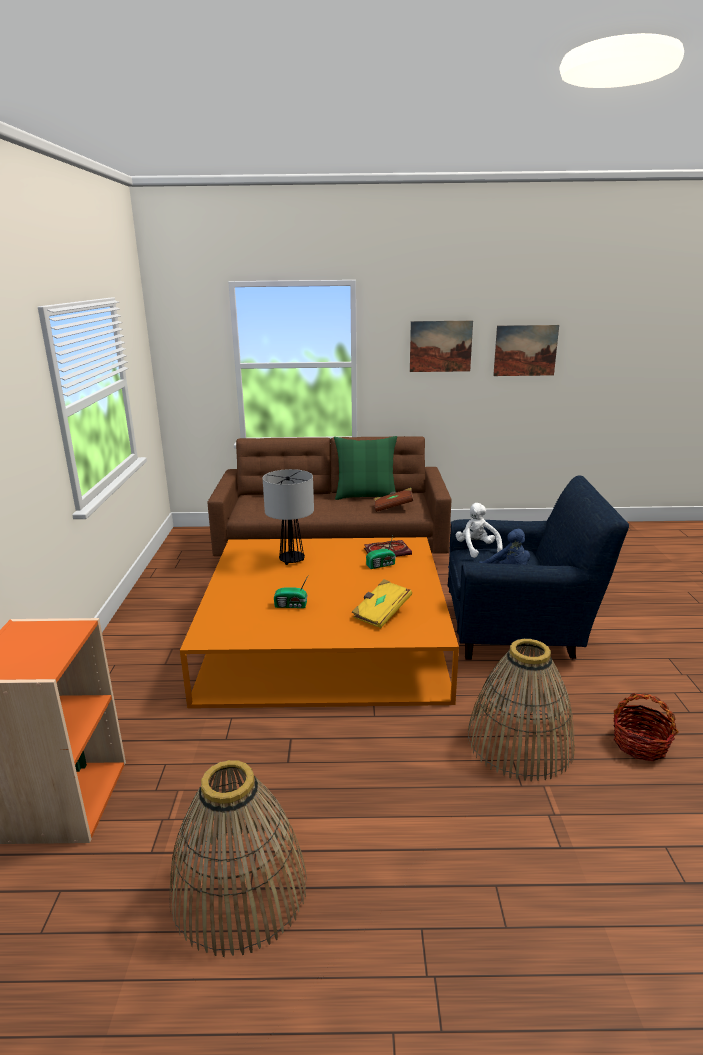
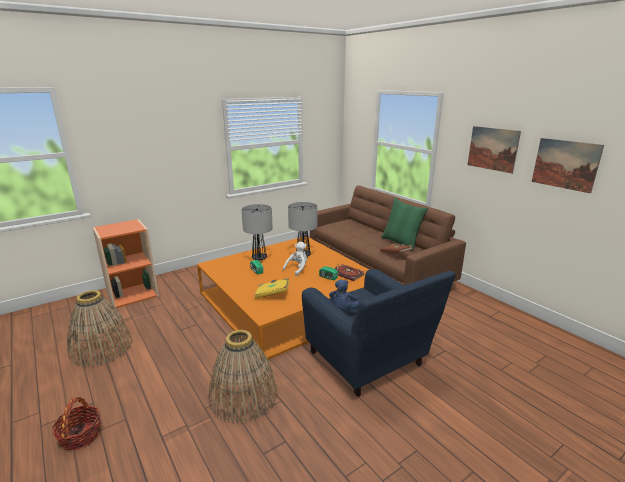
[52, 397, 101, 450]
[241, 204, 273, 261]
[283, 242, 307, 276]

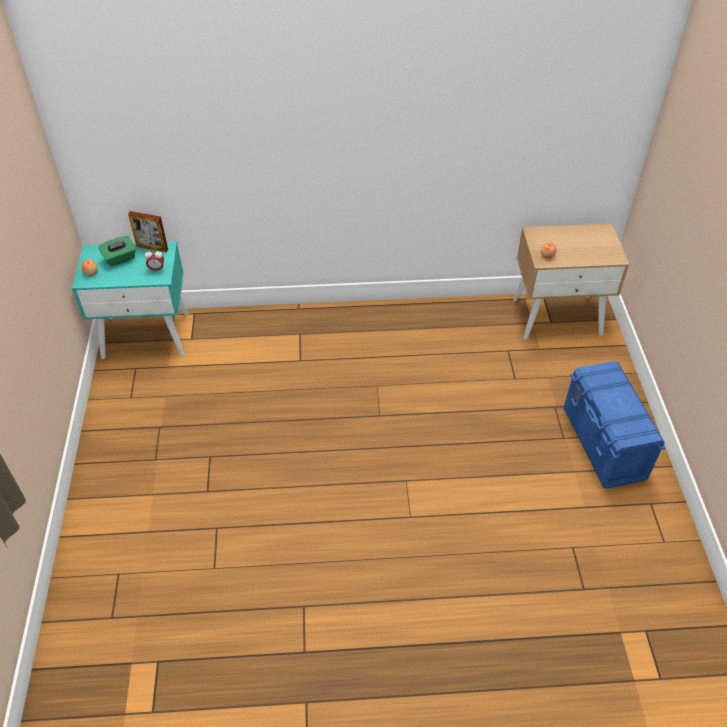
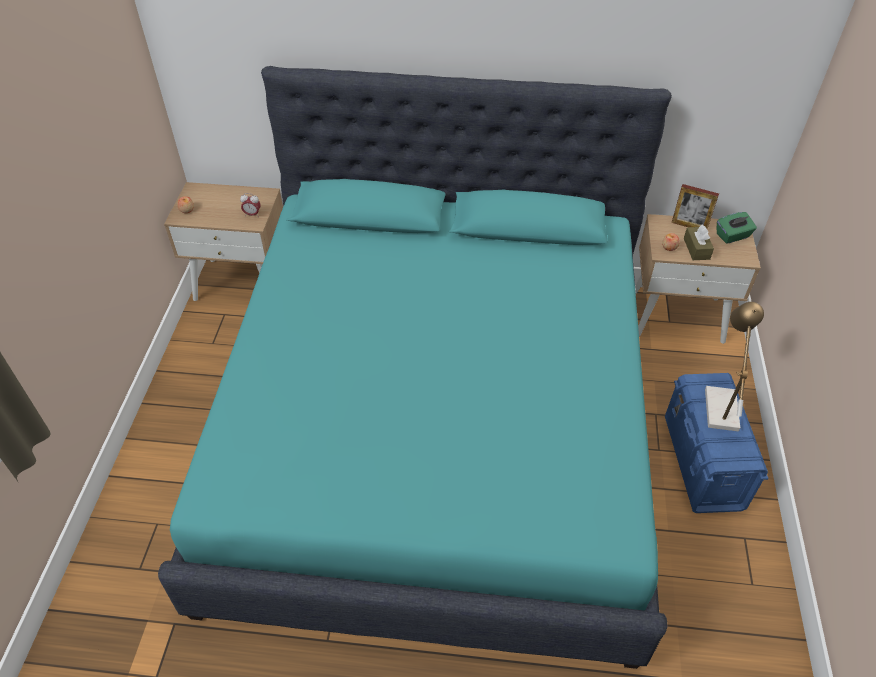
[158, 66, 672, 669]
[164, 182, 283, 301]
[672, 184, 719, 229]
[684, 225, 714, 260]
[705, 302, 764, 432]
[717, 212, 757, 244]

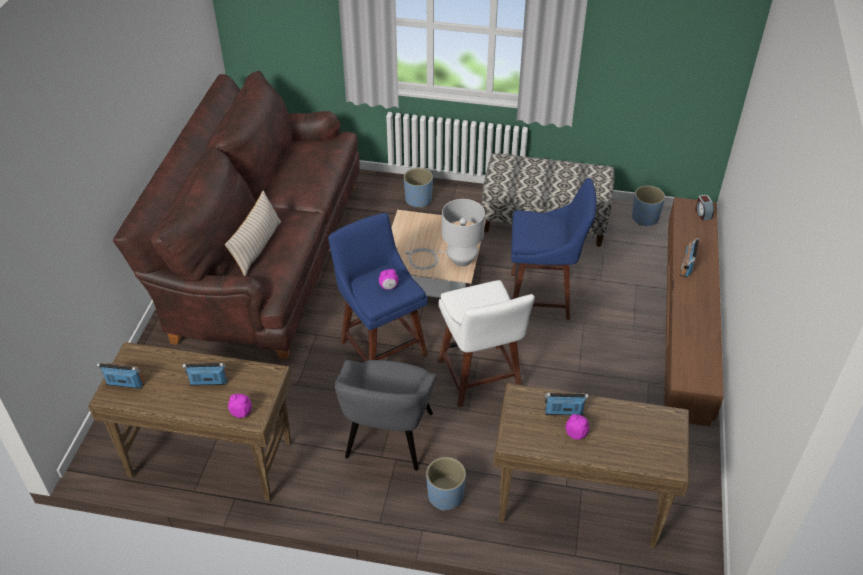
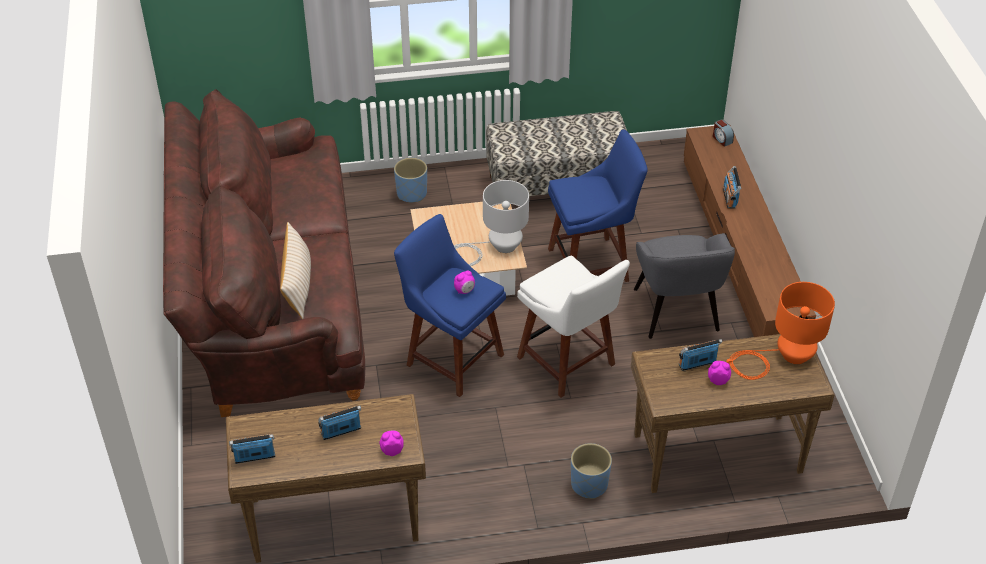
[634, 233, 735, 339]
[726, 282, 835, 380]
[632, 186, 665, 226] (first image)

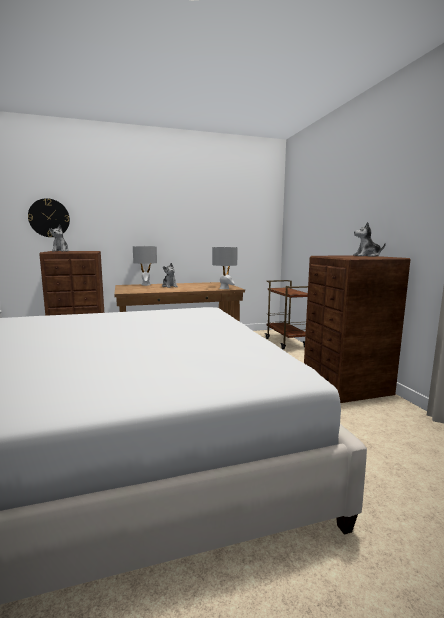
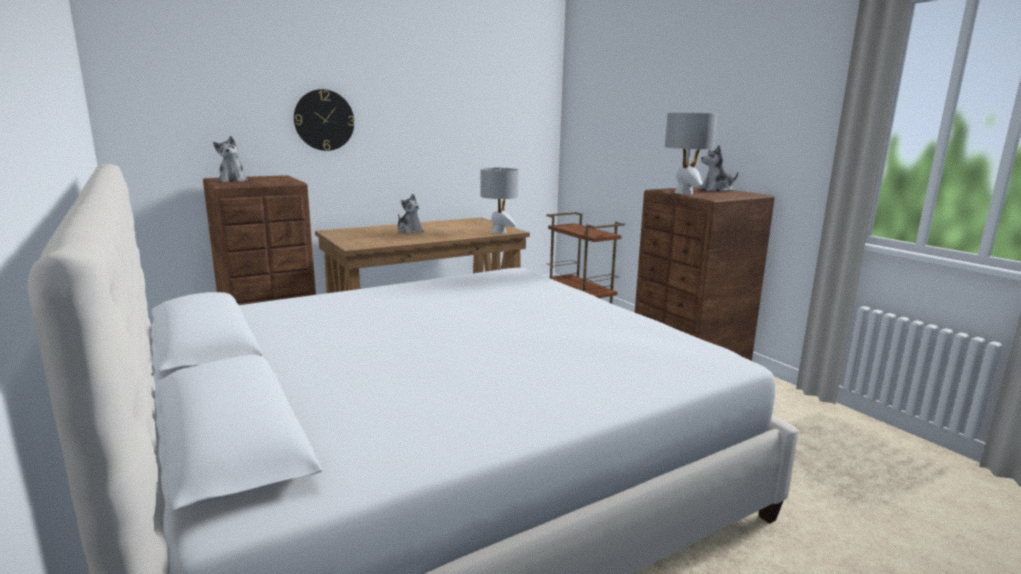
[294, 89, 354, 151]
[665, 112, 717, 194]

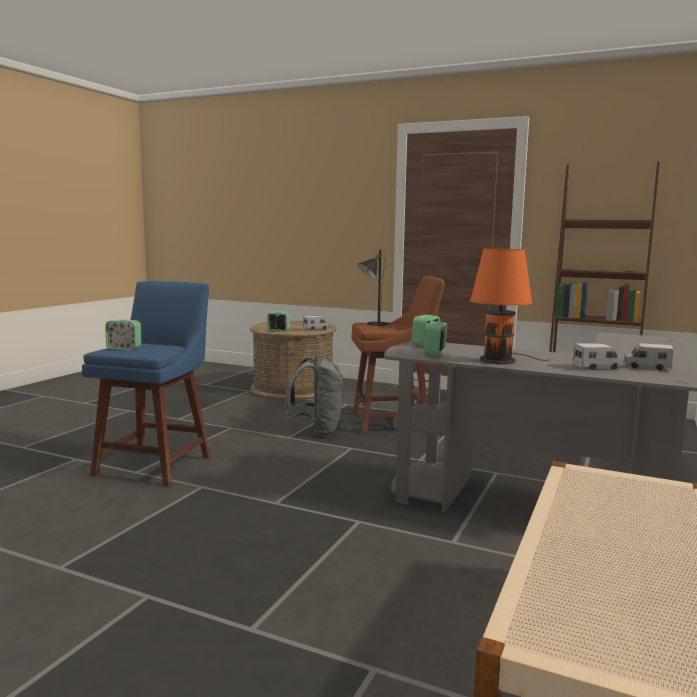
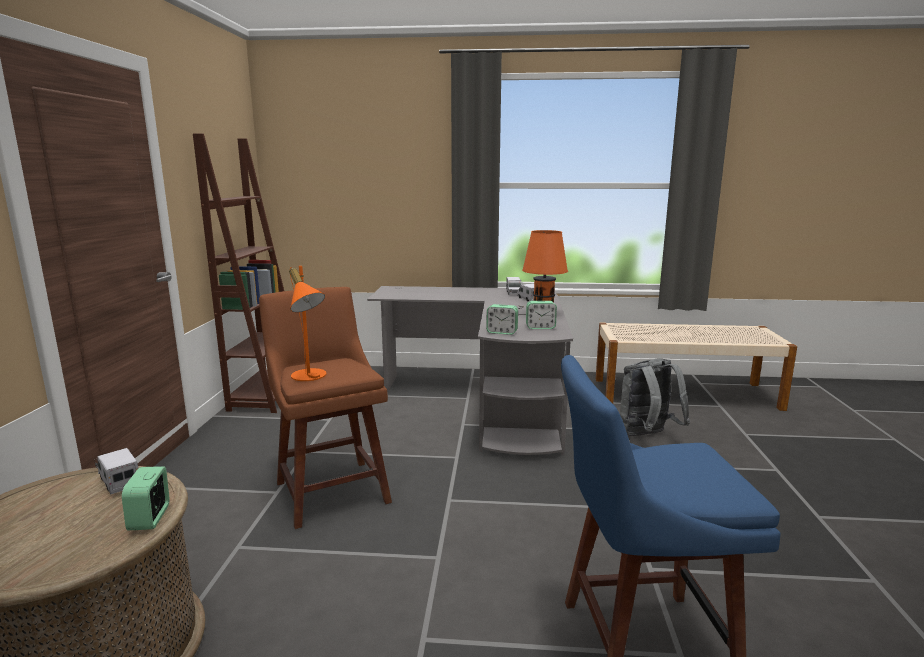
[289, 266, 326, 381]
[620, 358, 690, 436]
[105, 320, 141, 350] (first image)

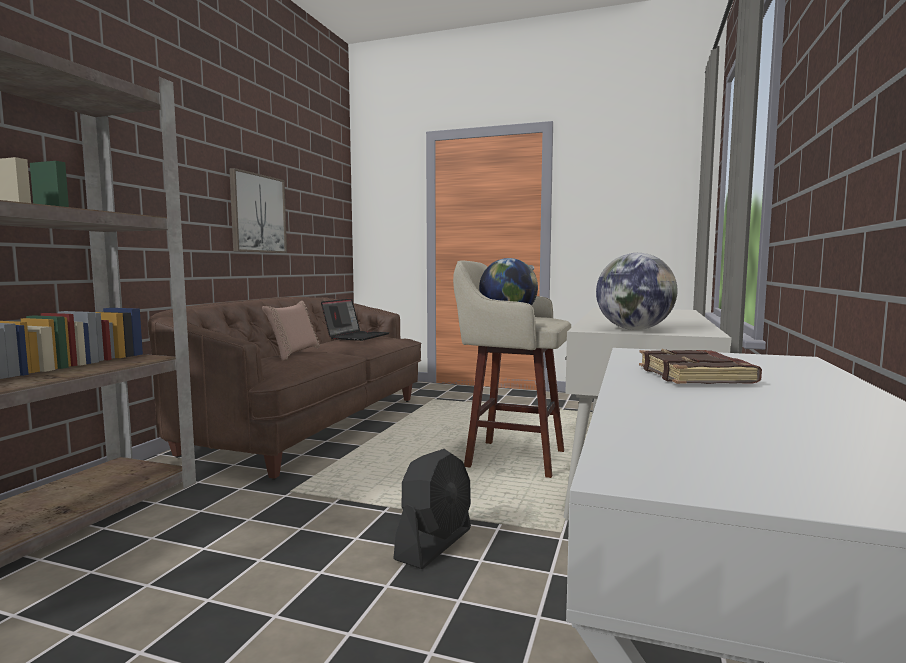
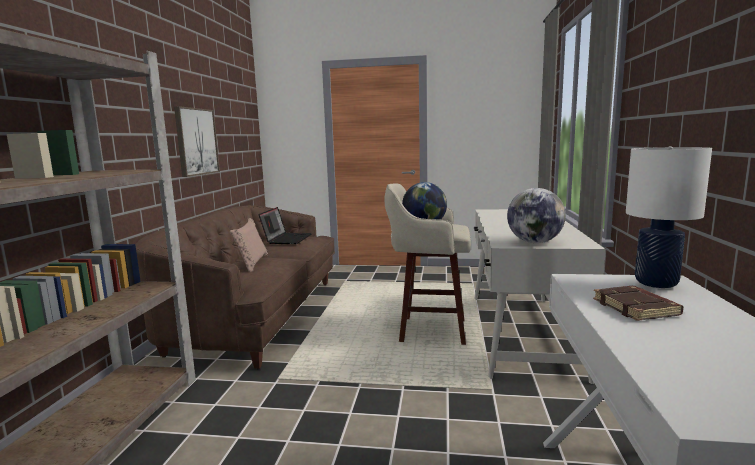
[626, 146, 712, 288]
[393, 449, 471, 569] (first image)

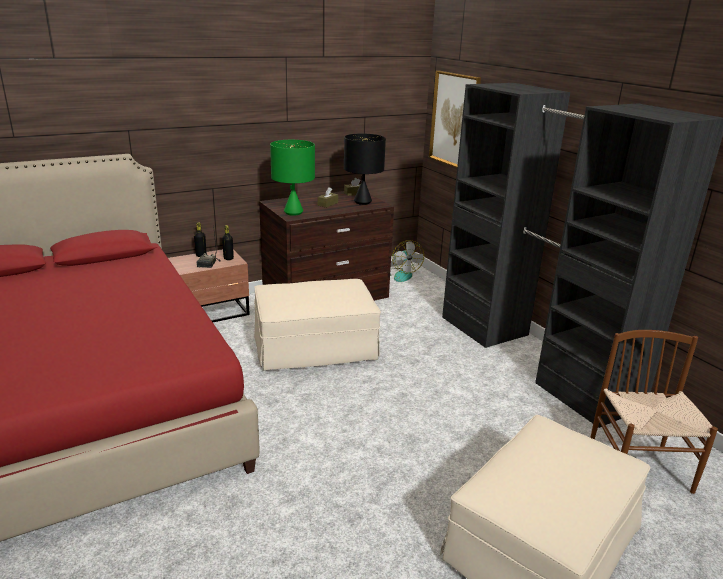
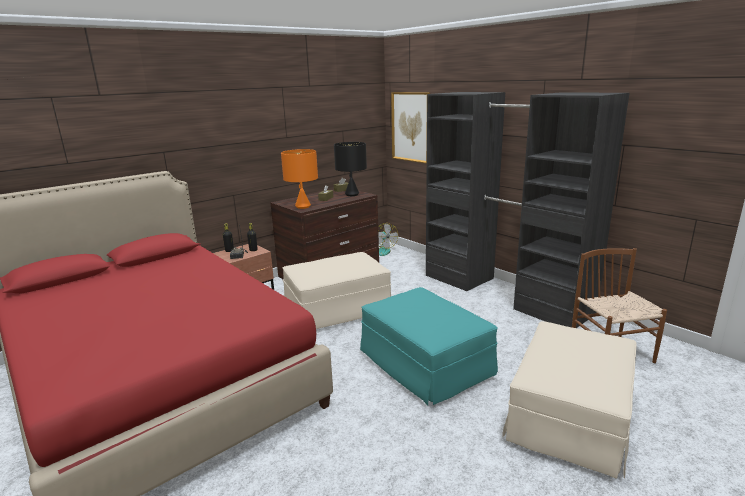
[281, 149, 318, 209]
[360, 287, 498, 405]

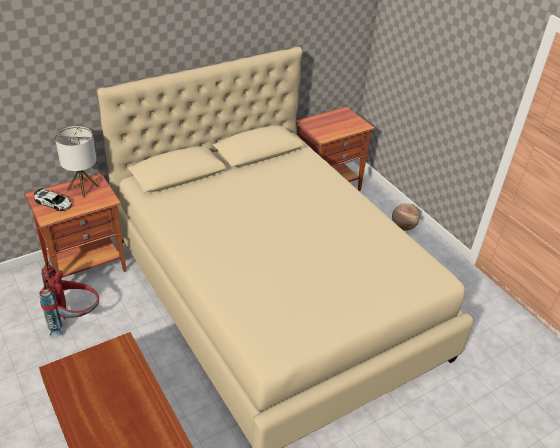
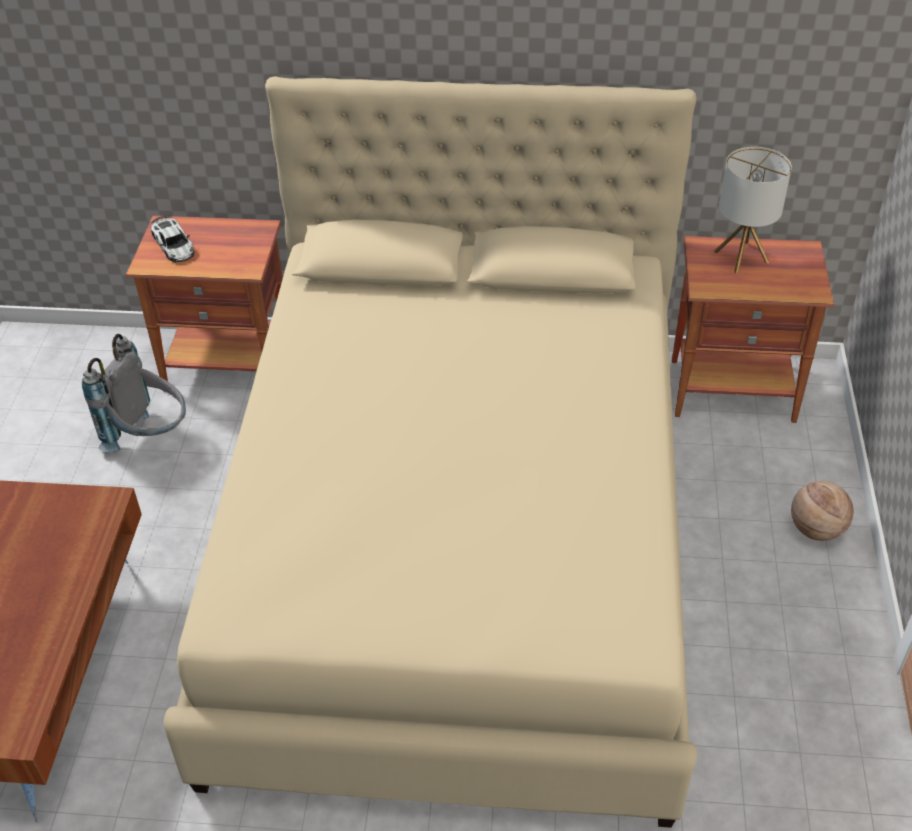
[82, 334, 186, 452]
[714, 147, 792, 274]

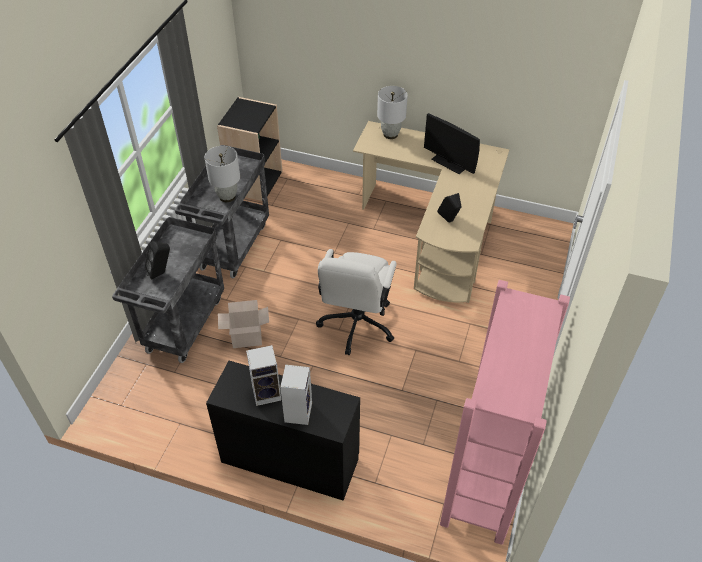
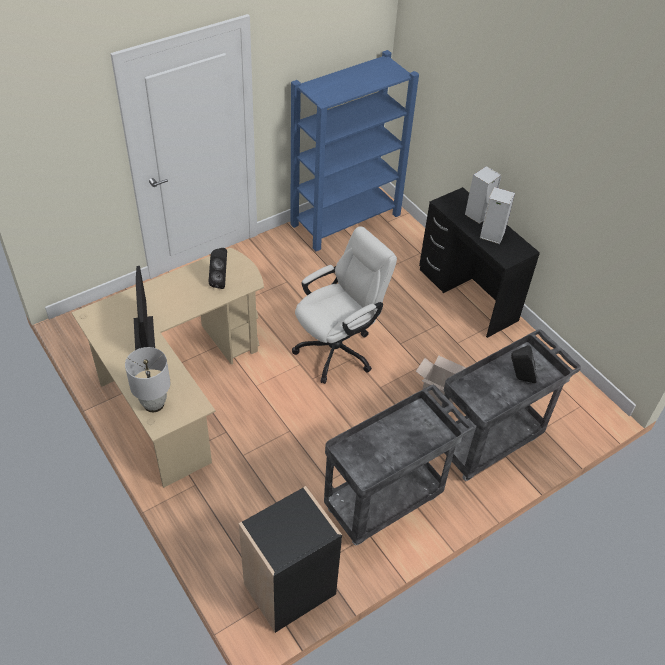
[290, 50, 419, 251]
[204, 146, 240, 202] (first image)

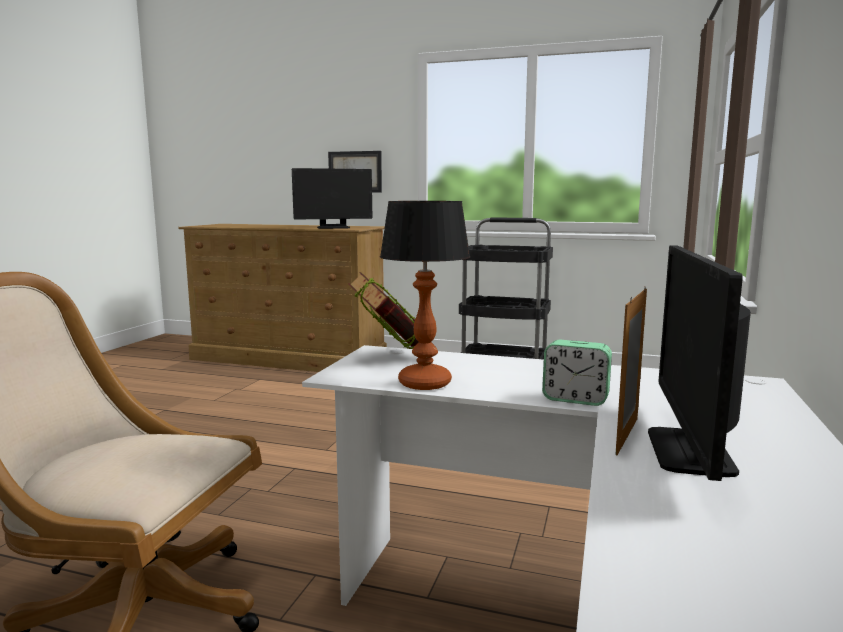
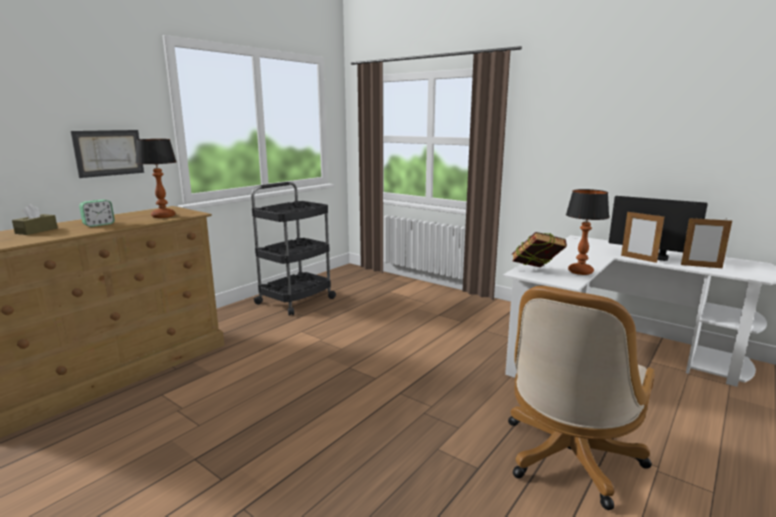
[12, 204, 58, 235]
[79, 200, 115, 227]
[135, 139, 176, 218]
[681, 217, 732, 268]

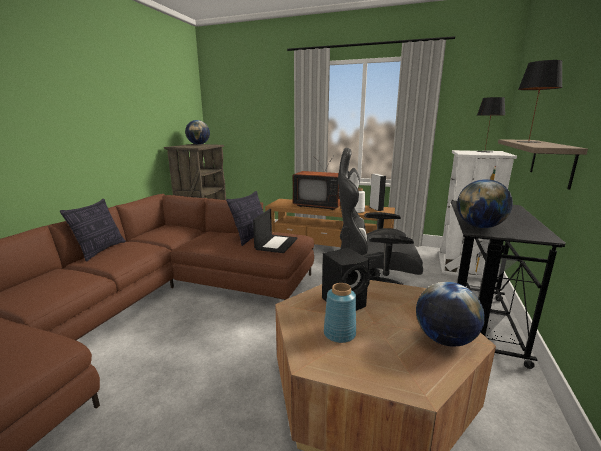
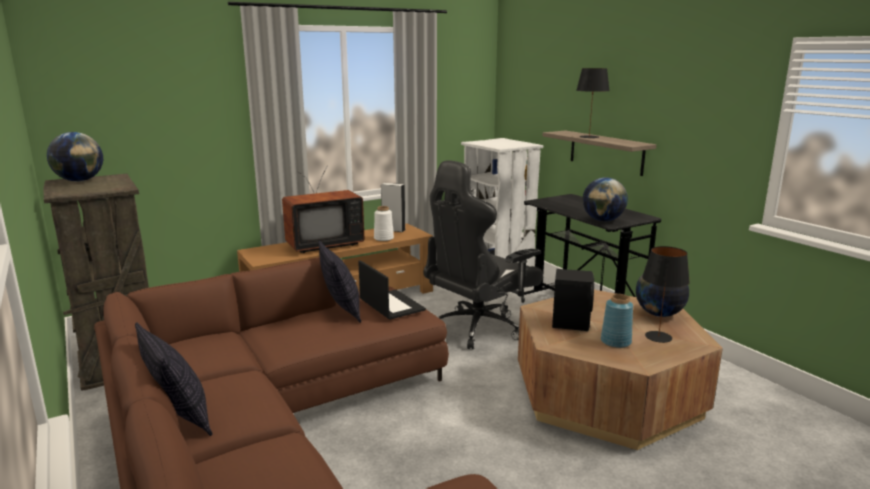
[642, 246, 690, 343]

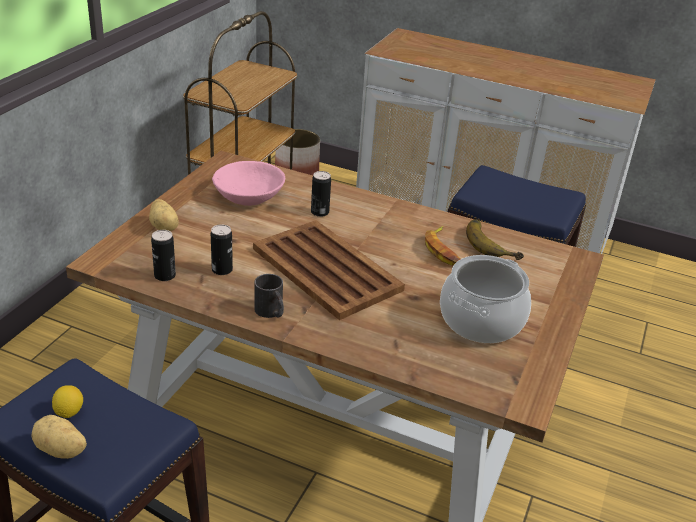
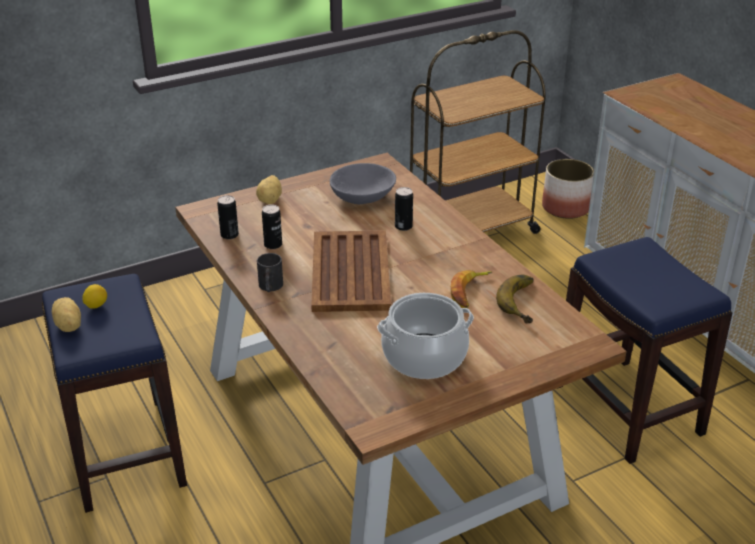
[330, 163, 396, 204]

